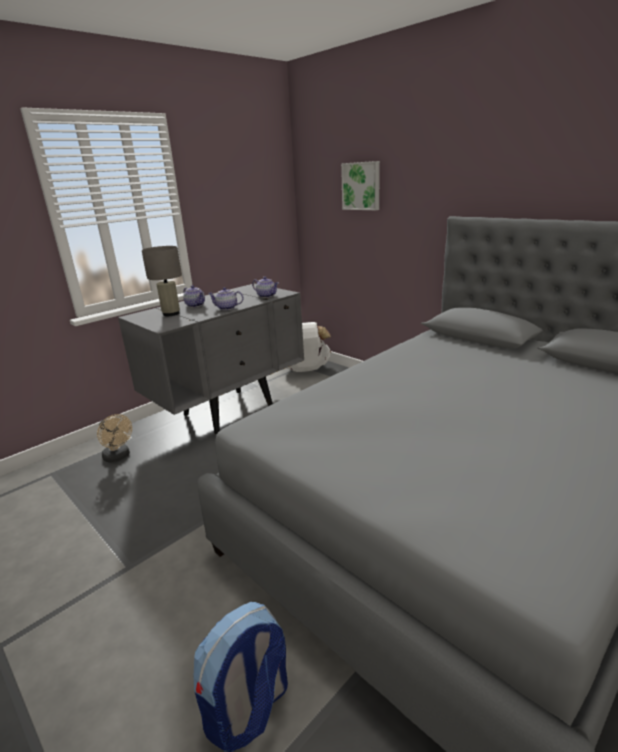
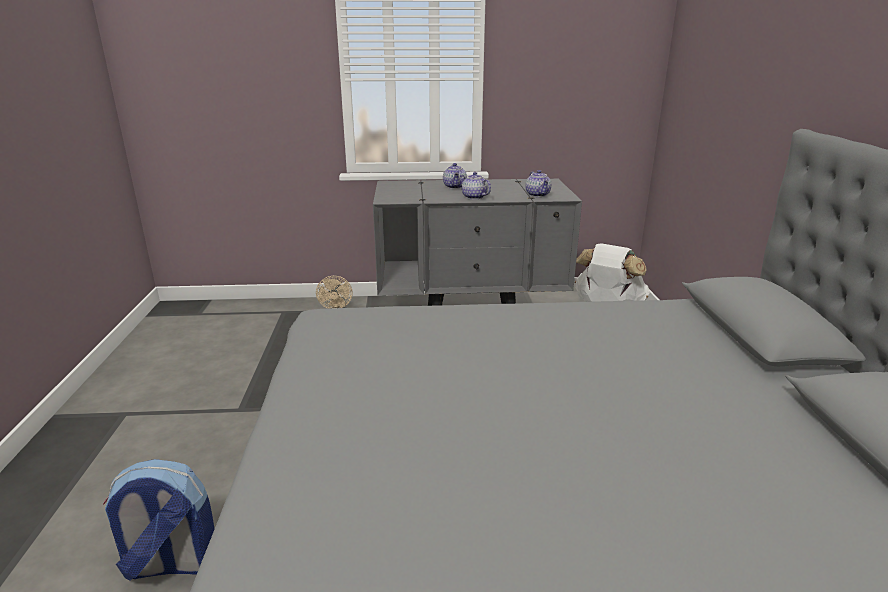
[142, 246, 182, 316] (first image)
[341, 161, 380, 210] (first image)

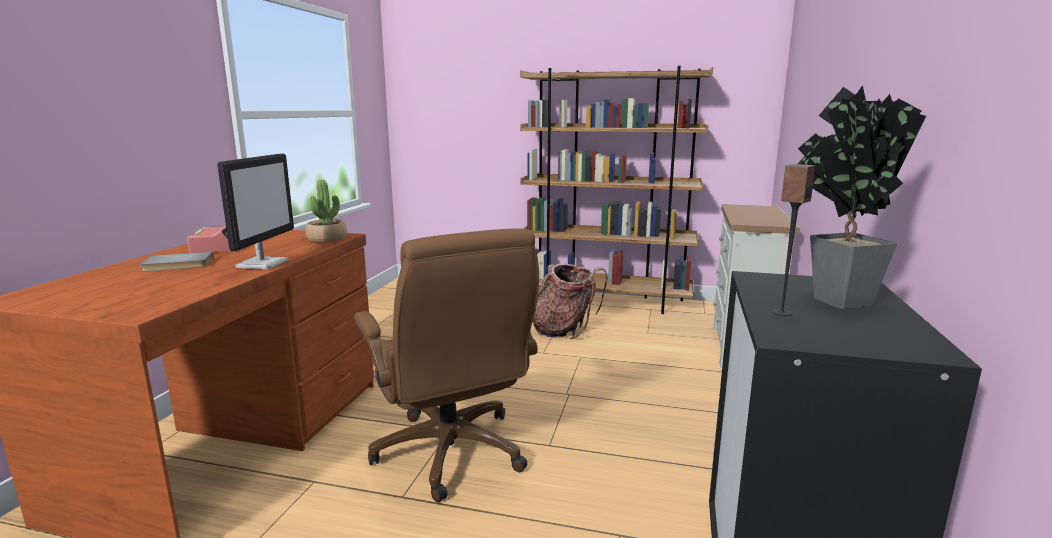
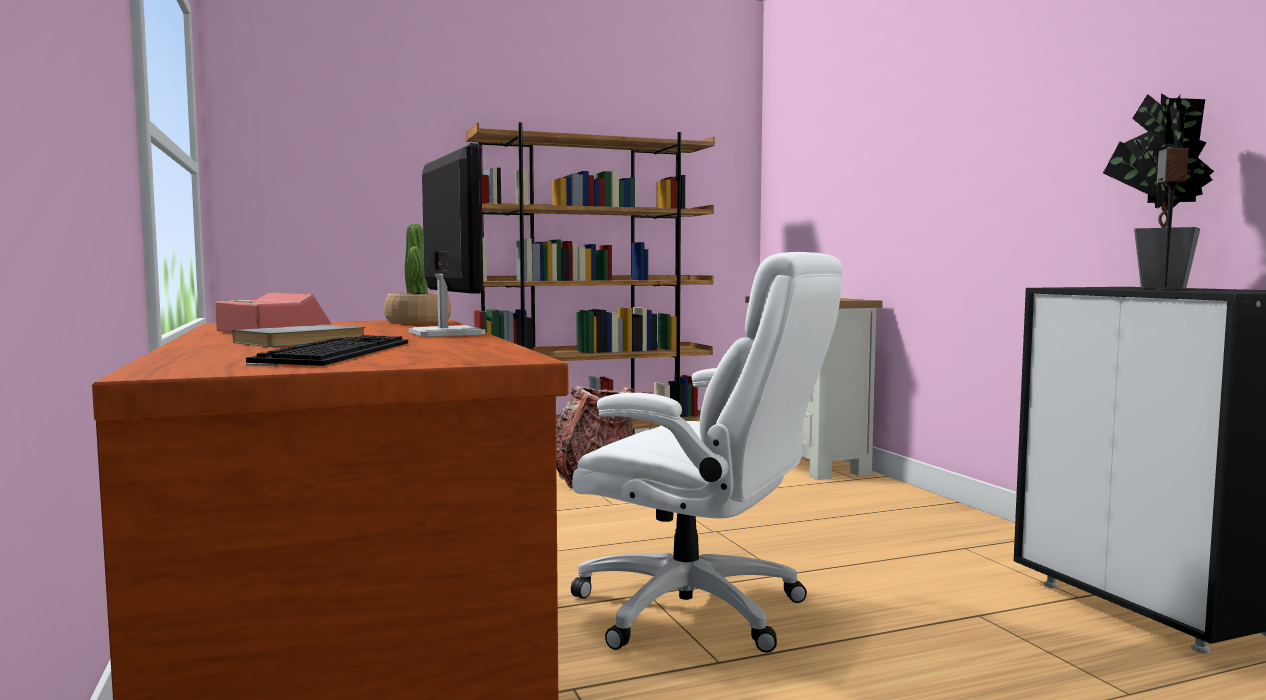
[246, 335, 408, 366]
[571, 252, 842, 653]

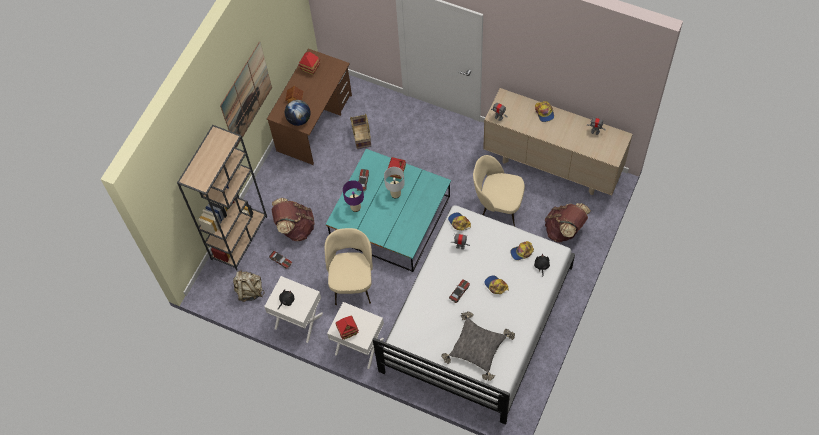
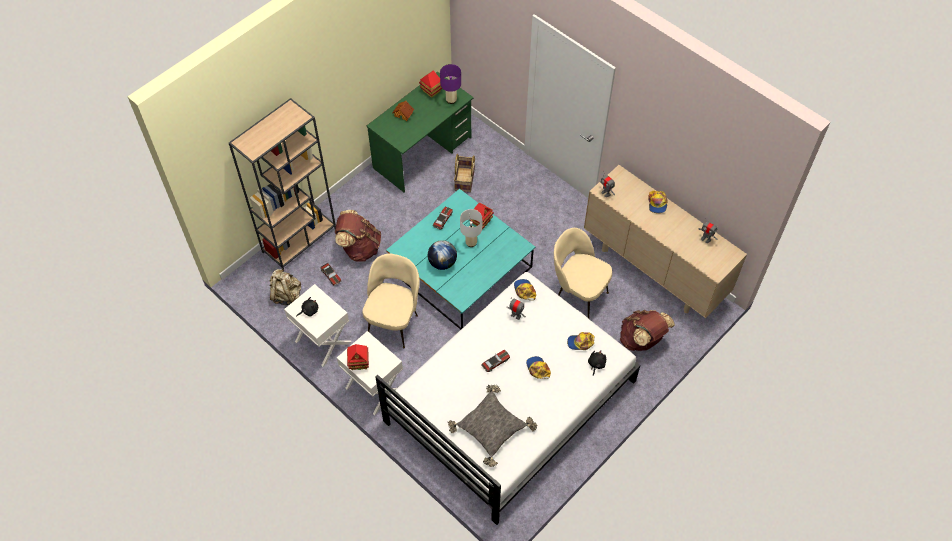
[367, 71, 474, 192]
[428, 240, 457, 270]
[440, 64, 461, 104]
[220, 41, 272, 148] (first image)

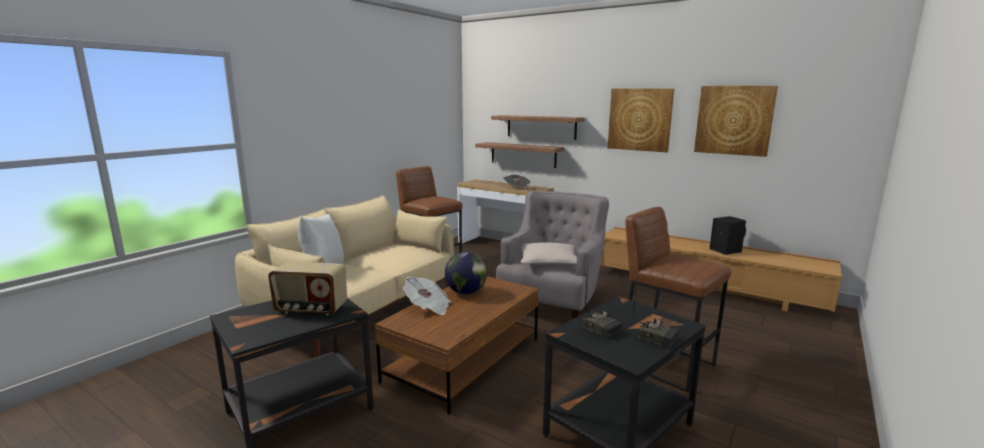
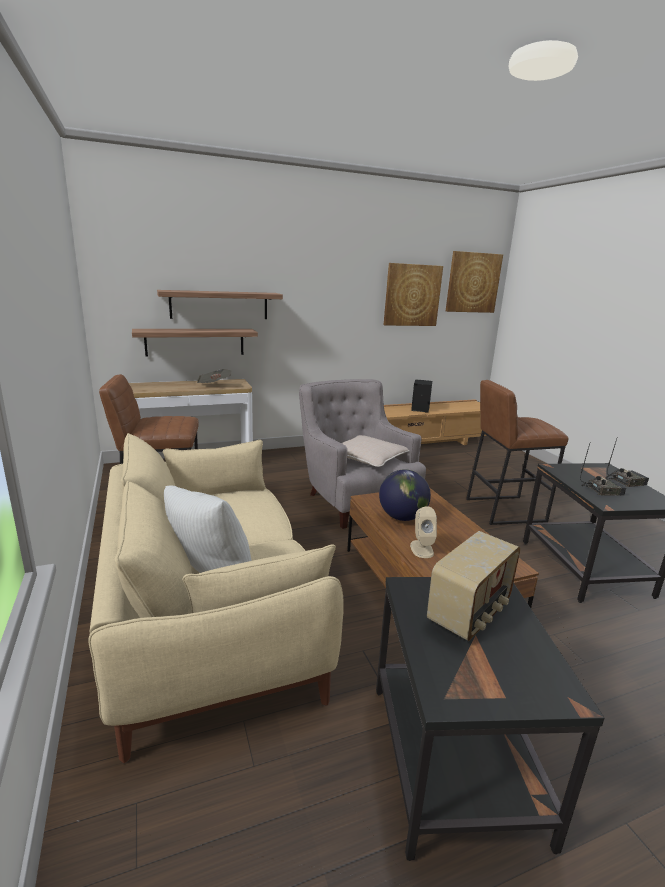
[410, 506, 437, 558]
[446, 251, 503, 313]

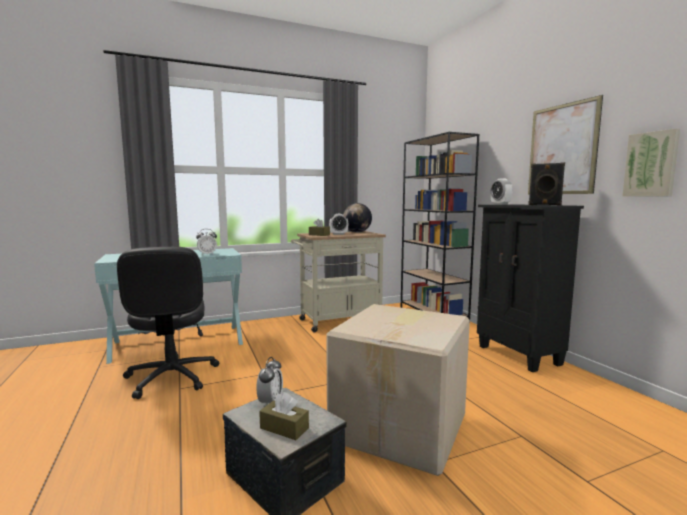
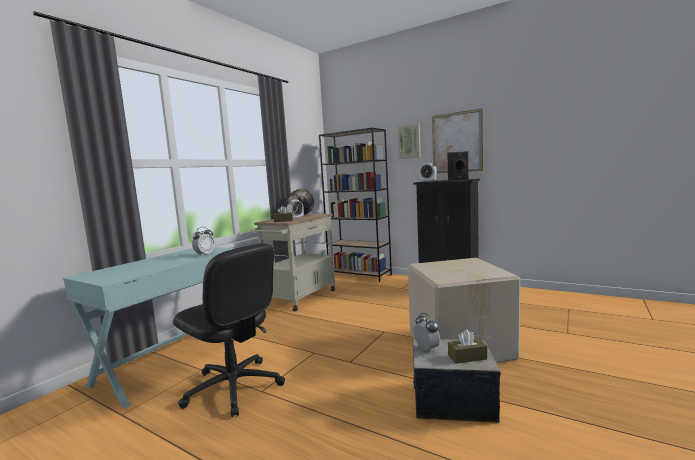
[398, 124, 421, 159]

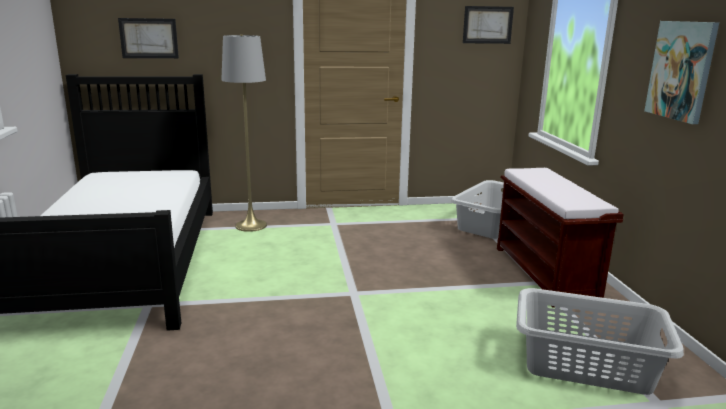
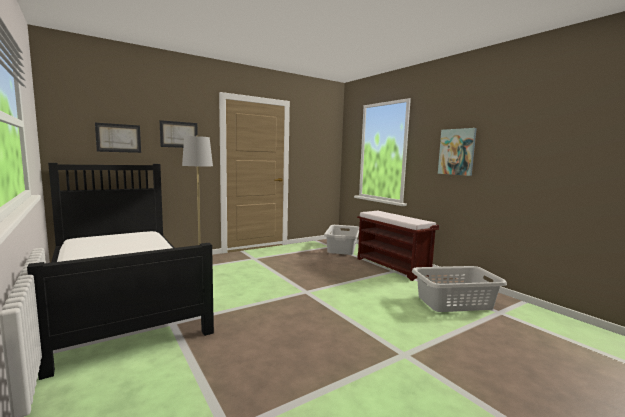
[160, 120, 198, 148]

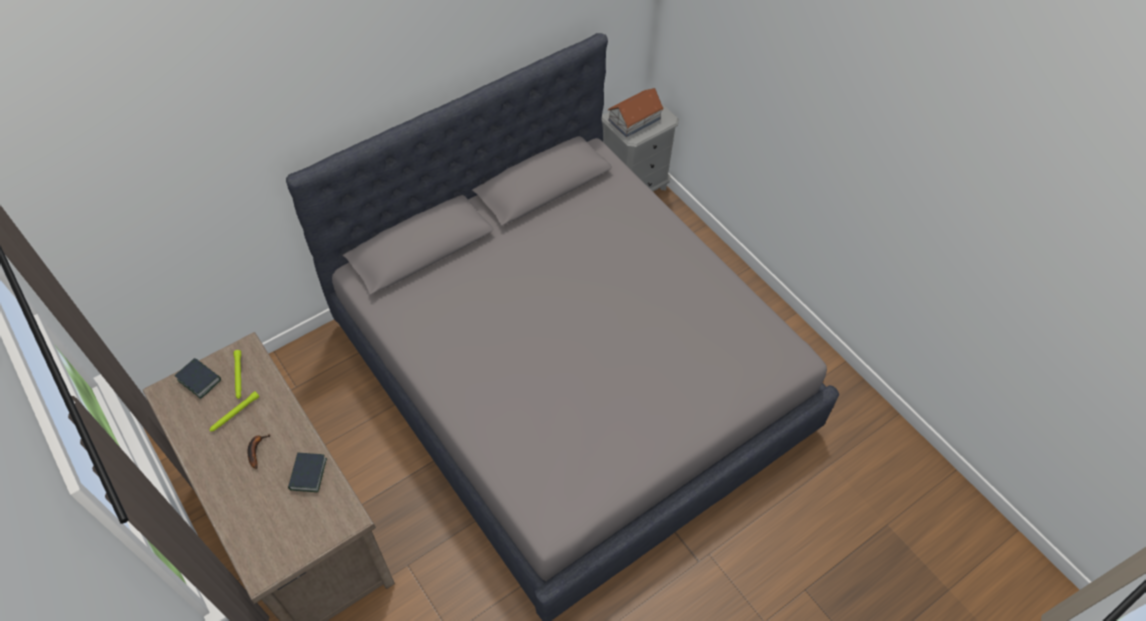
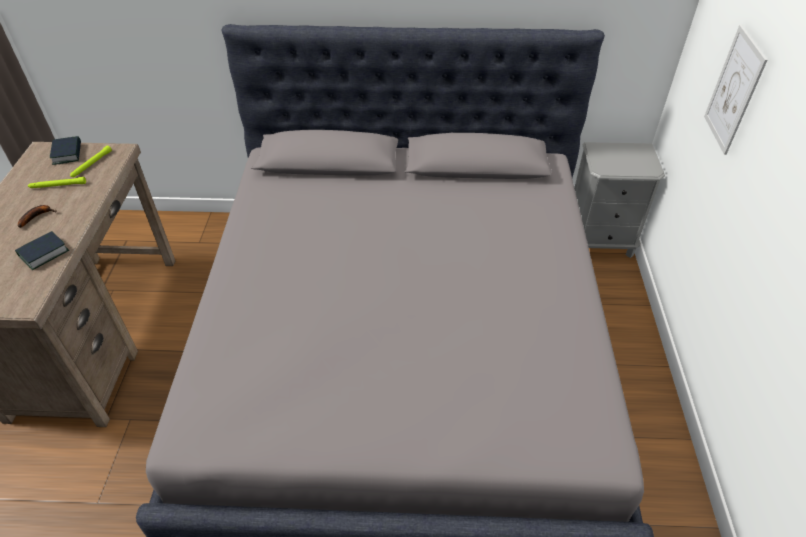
[704, 25, 767, 155]
[608, 88, 664, 137] (first image)

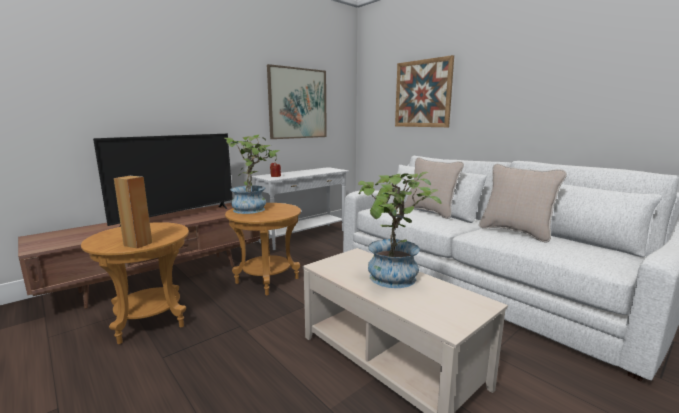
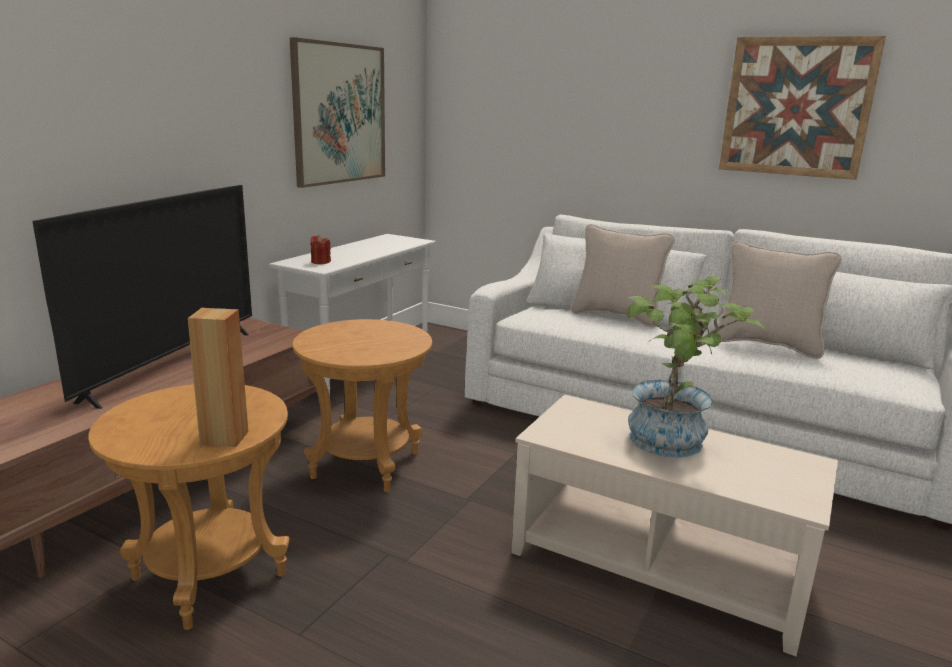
[719, 36, 886, 180]
[225, 134, 280, 214] (first image)

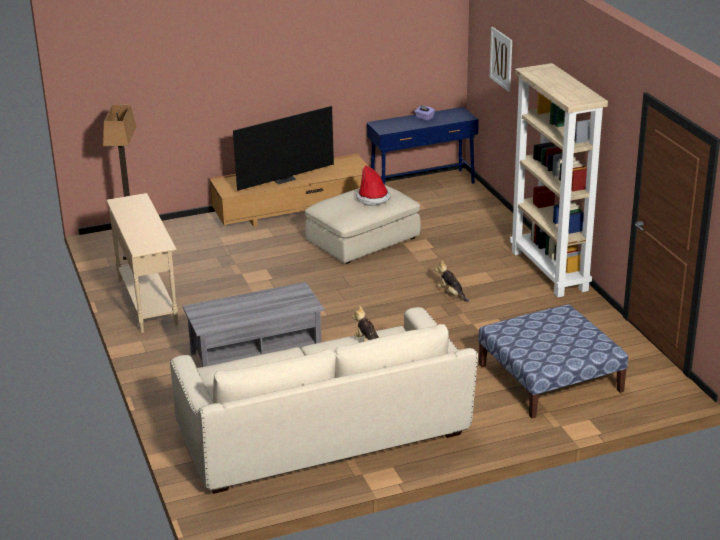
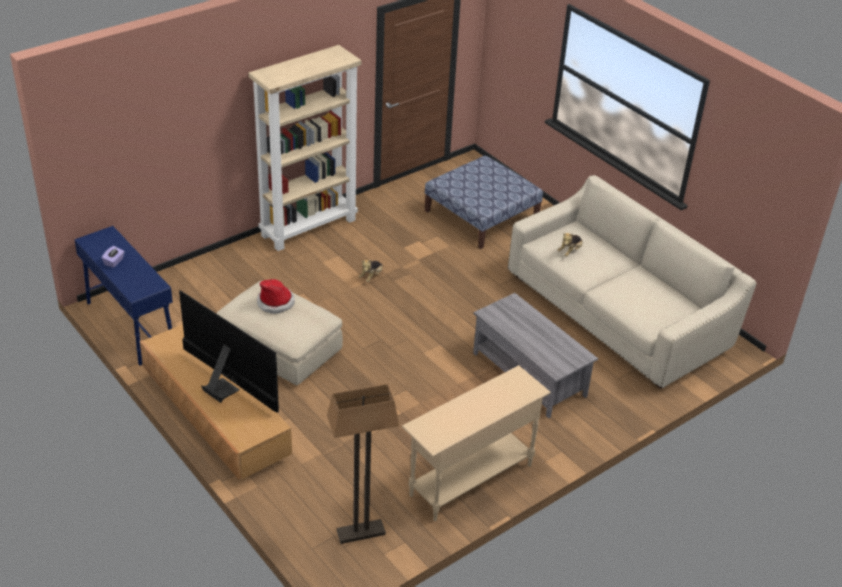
[490, 27, 512, 92] (first image)

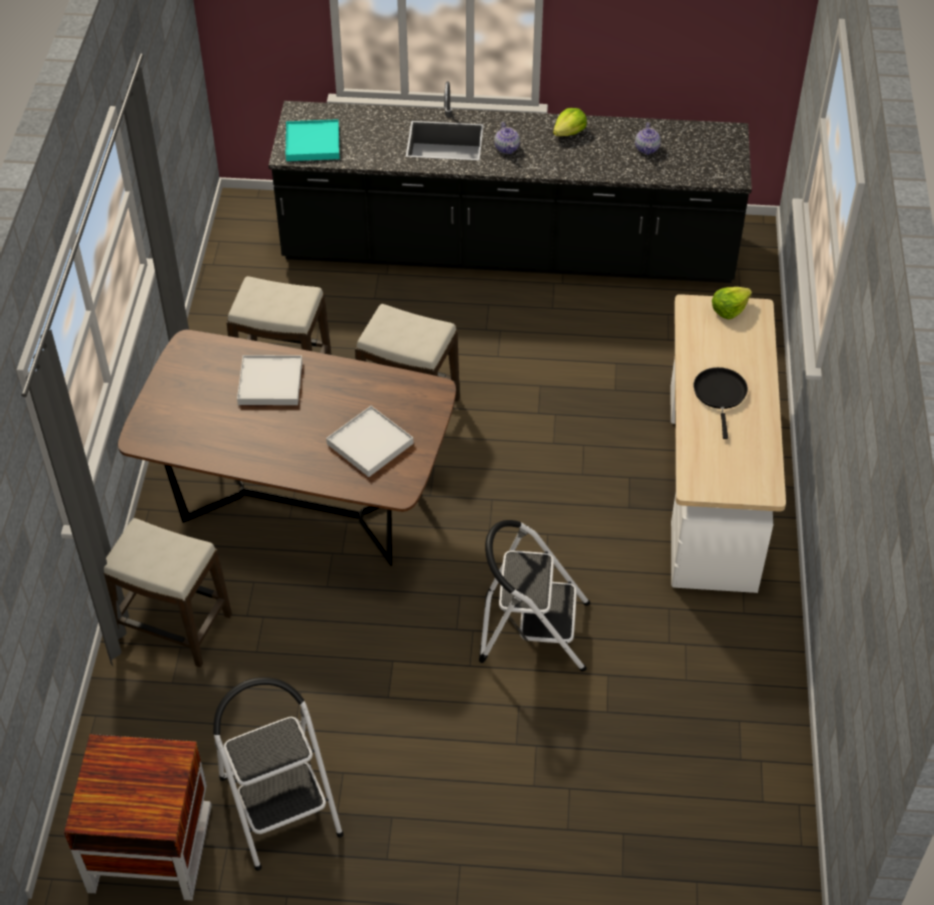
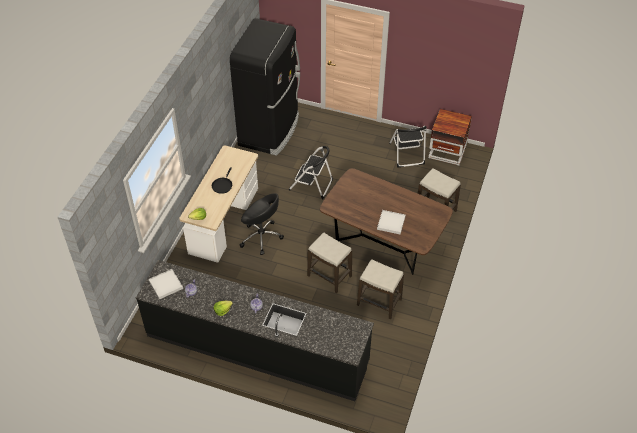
[149, 269, 183, 299]
[230, 18, 300, 156]
[240, 193, 284, 255]
[286, 119, 339, 161] (first image)

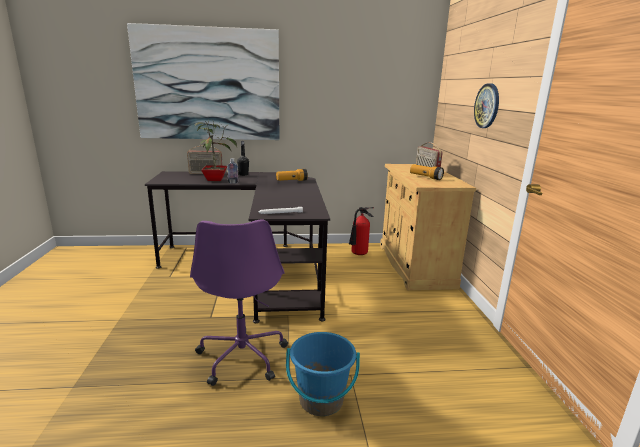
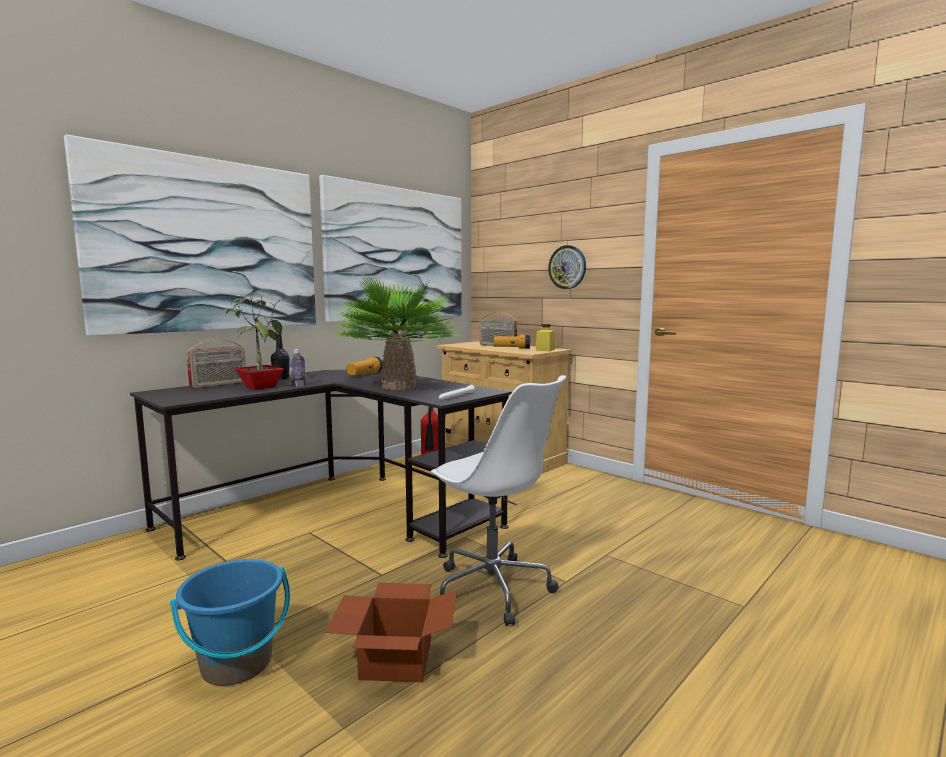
[170, 559, 290, 686]
[319, 175, 461, 322]
[325, 583, 457, 682]
[334, 274, 461, 390]
[431, 375, 566, 626]
[536, 324, 555, 351]

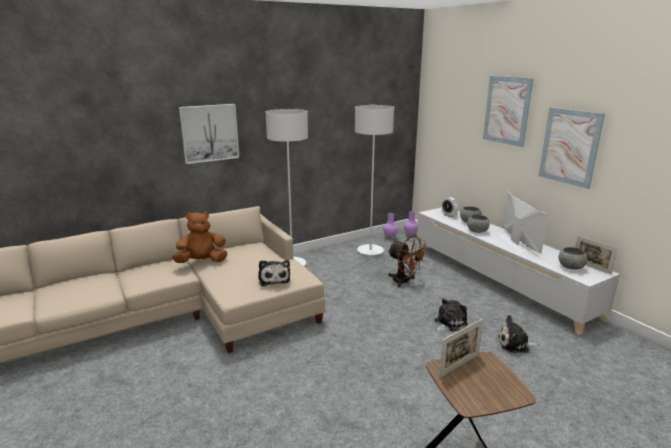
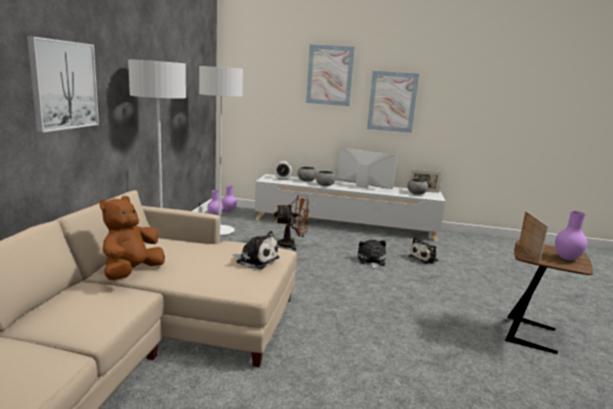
[555, 211, 587, 261]

